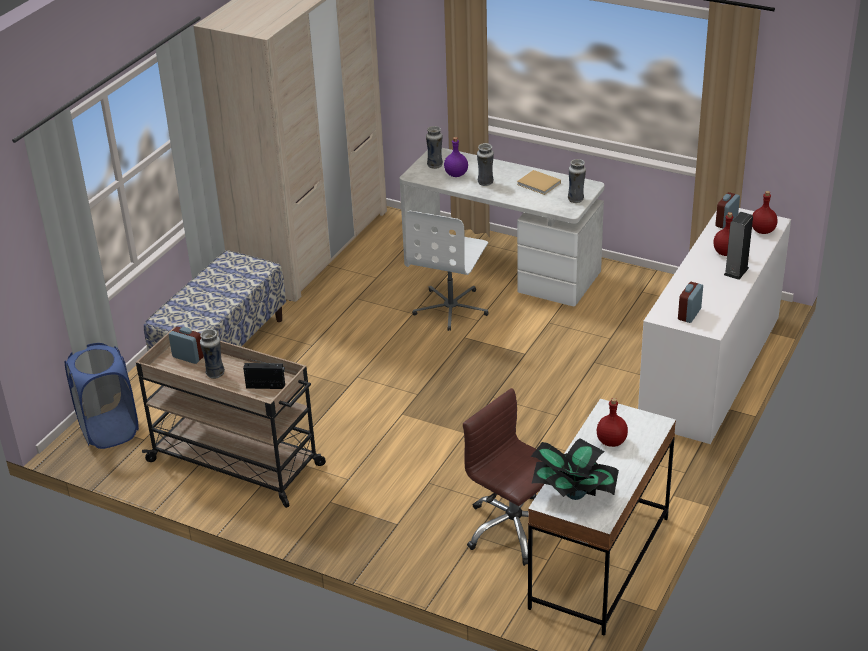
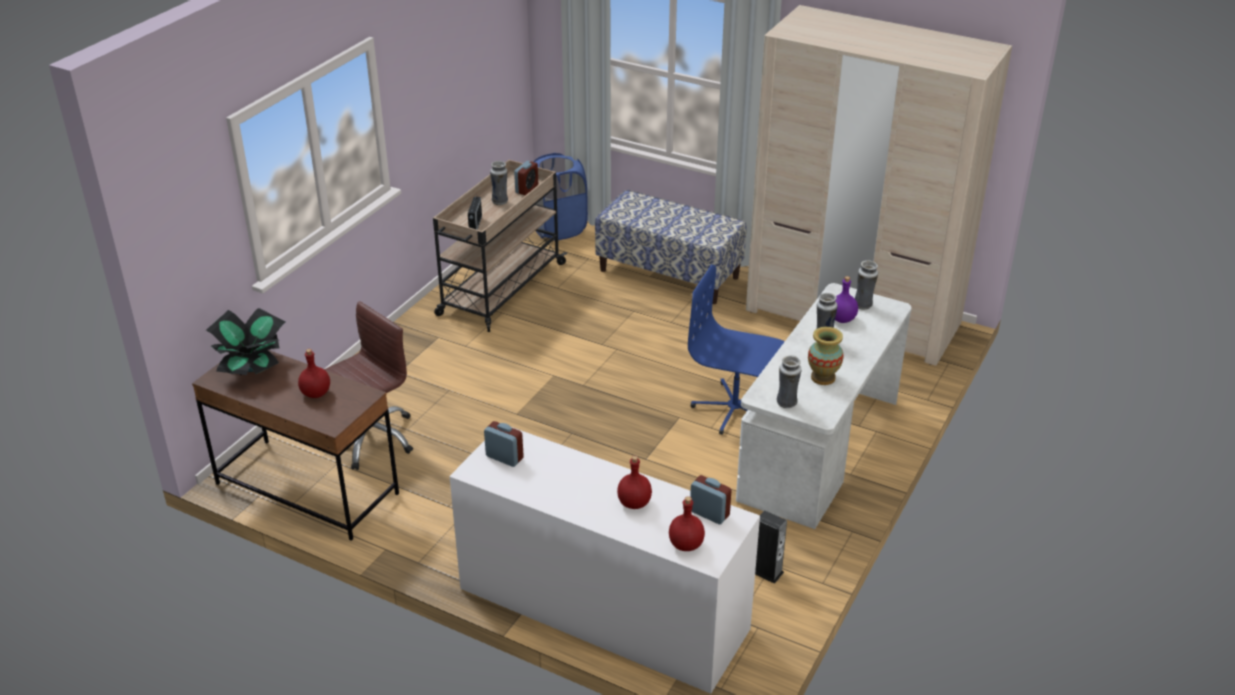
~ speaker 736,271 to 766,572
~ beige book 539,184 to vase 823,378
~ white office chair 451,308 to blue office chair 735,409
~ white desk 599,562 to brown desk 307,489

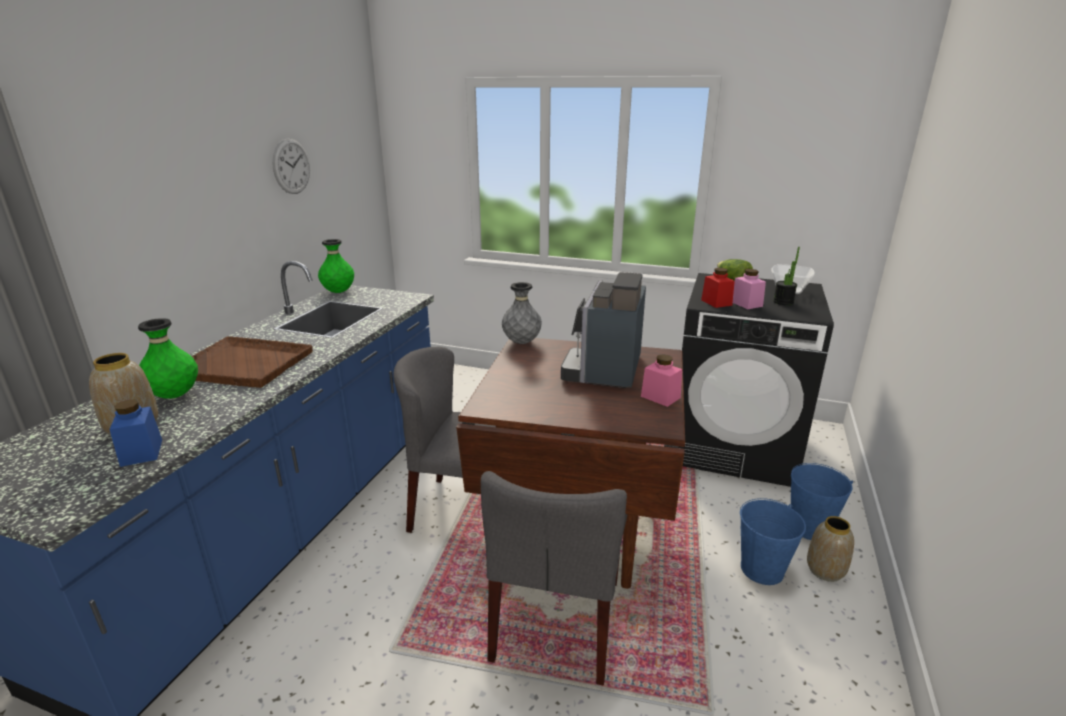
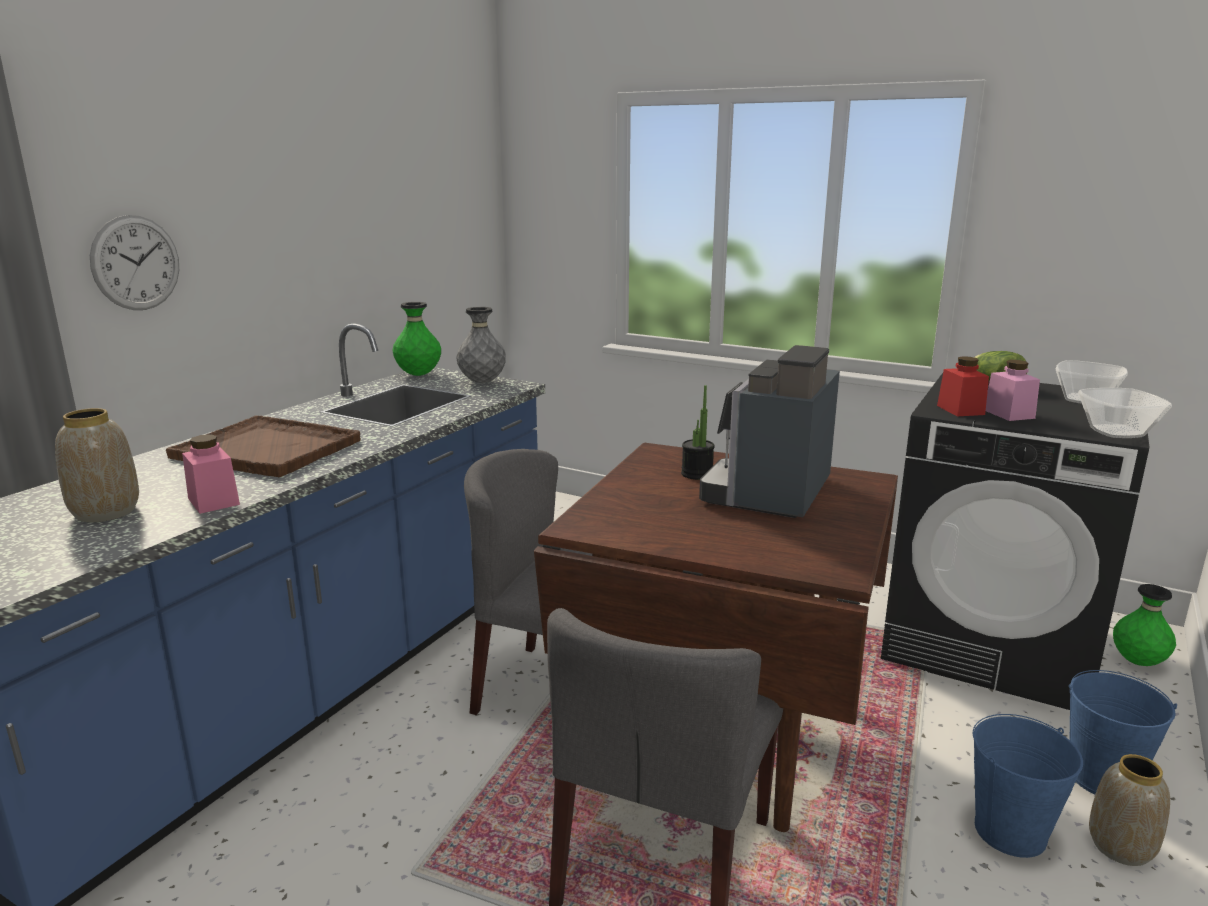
- blue jar 141,452
+ bowl 1117,431
~ green vase 174,396 to 1138,662
~ wall clock 291,166 to 136,263
~ grey vase 521,342 to 482,382
~ pink jar 660,397 to 213,501
~ potted plant 783,302 to 697,474

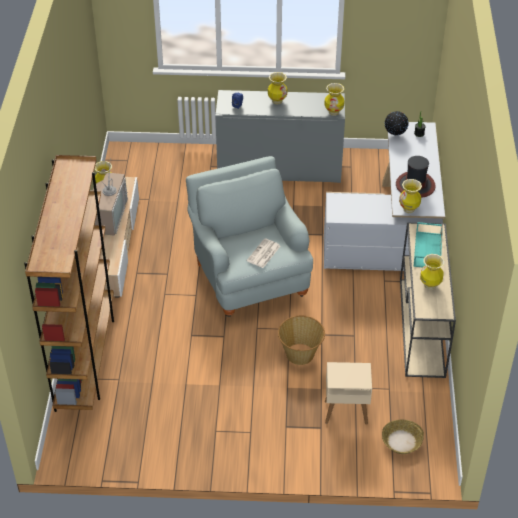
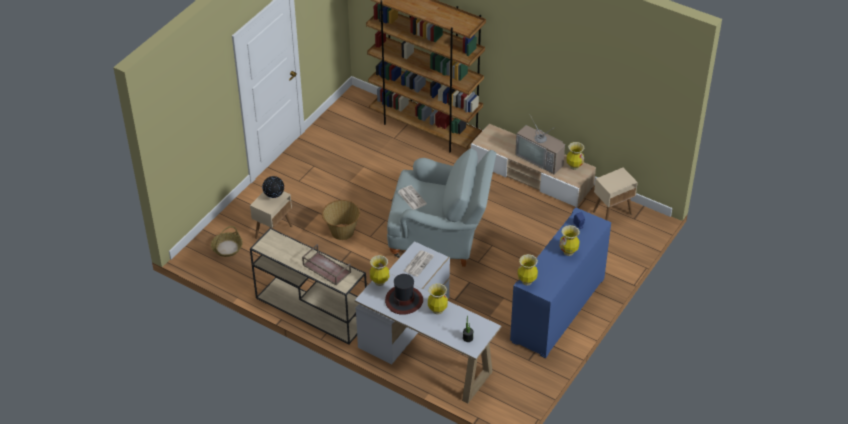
+ newspaper 418,263
+ beige side table 612,212
~ globe 395,135 to 274,197
~ vase 430,285 to 437,310
~ grey cabinet 279,169 to blue cabinet 558,309
~ turquoise tray 428,250 to brown tray 326,268

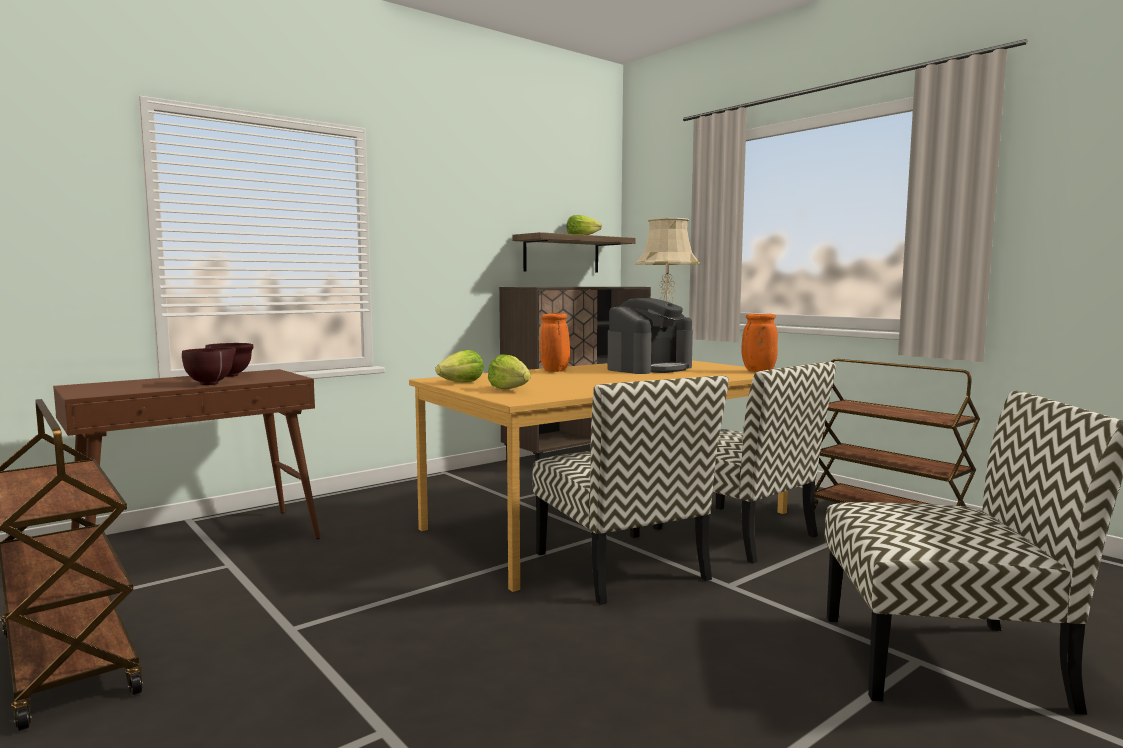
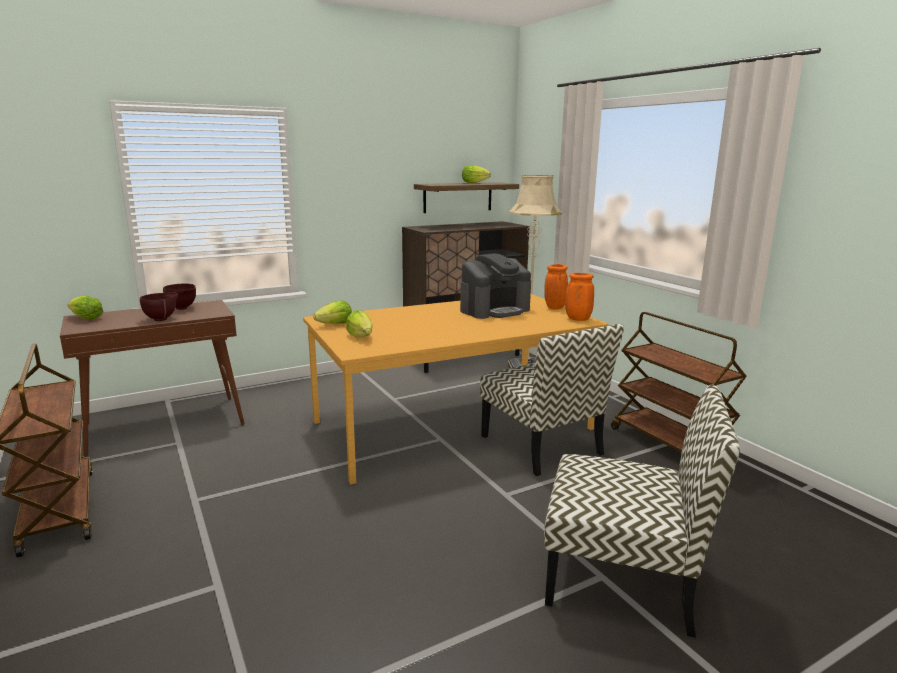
- chair 622,567
+ lettuce 86,319
~ orange vase 555,371 to 555,308

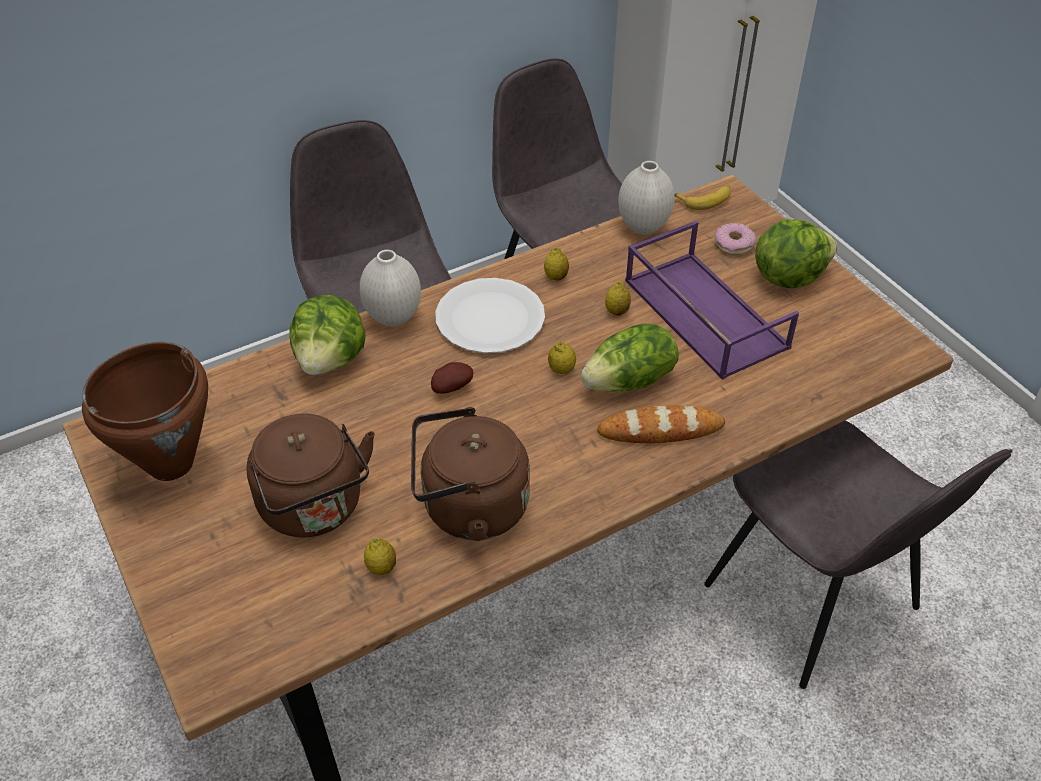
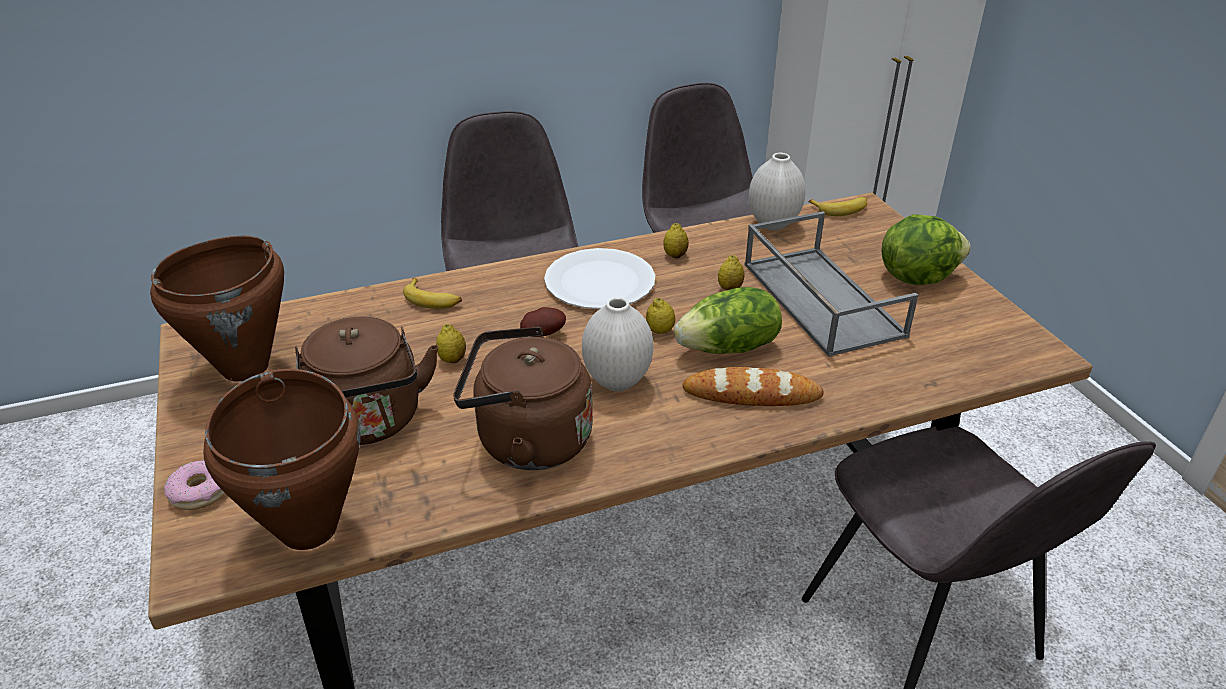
+ brown cooking pot 310,527
~ white vase 392,318 to 616,381
~ lemon 381,567 to 452,359
~ donut 734,244 to 200,492
~ lettuce 331,360 to banana 433,299
~ purple tray 702,313 to grey tray 819,298

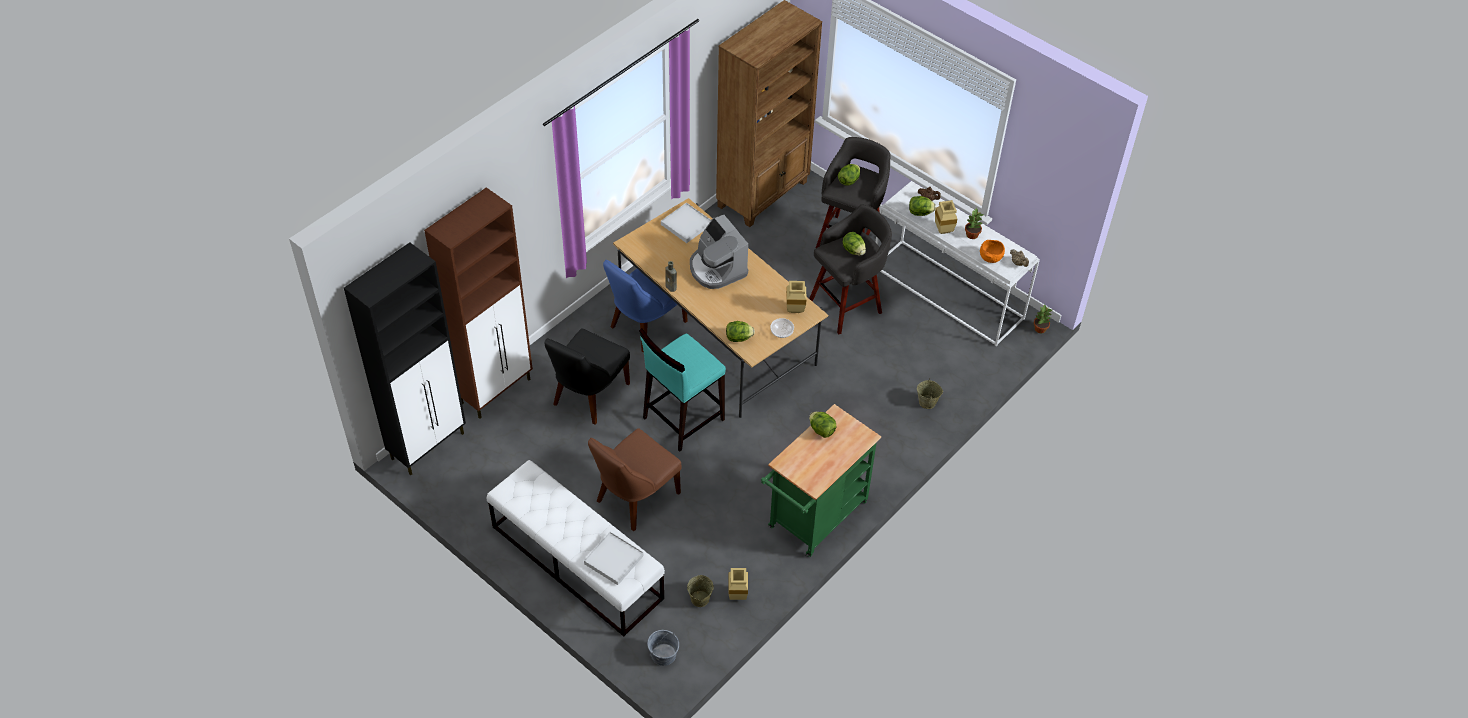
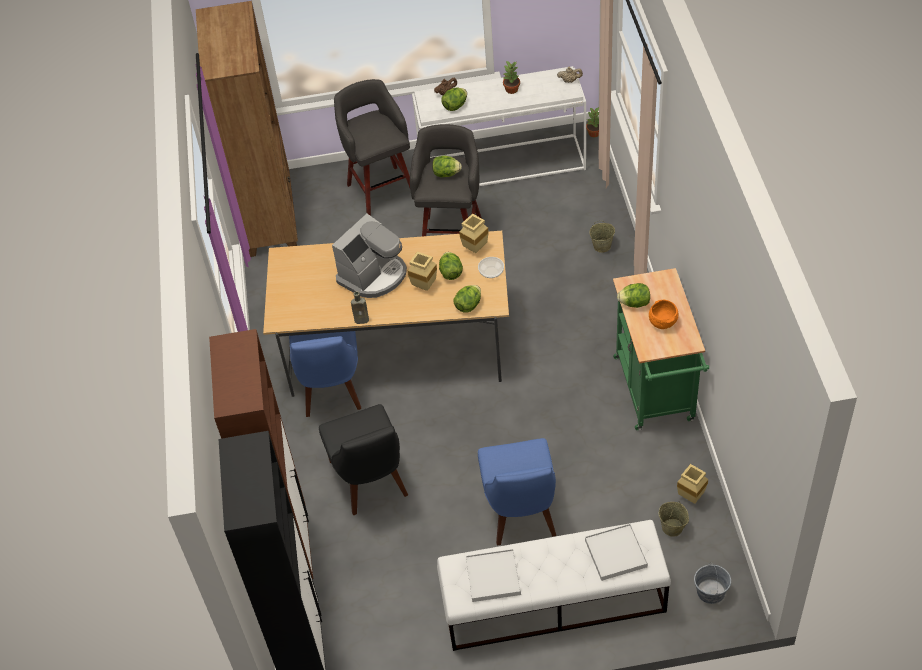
- turquoise stool 682,419
~ white tray 686,224 to 493,577
~ lettuce 848,181 to 451,273
~ beige vase 944,231 to 426,286
~ orange bowl 990,258 to 662,322
~ brown chair 635,499 to blue chair 520,513
~ coffee machine 716,269 = 373,275 60 degrees counterclockwise

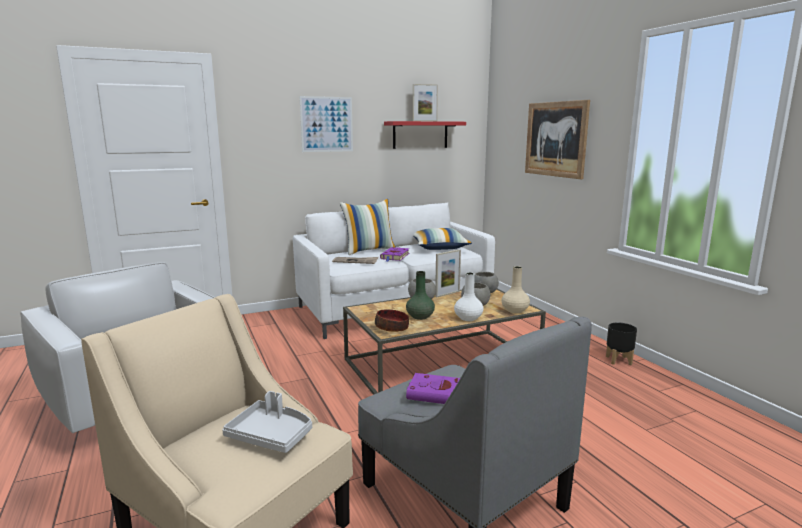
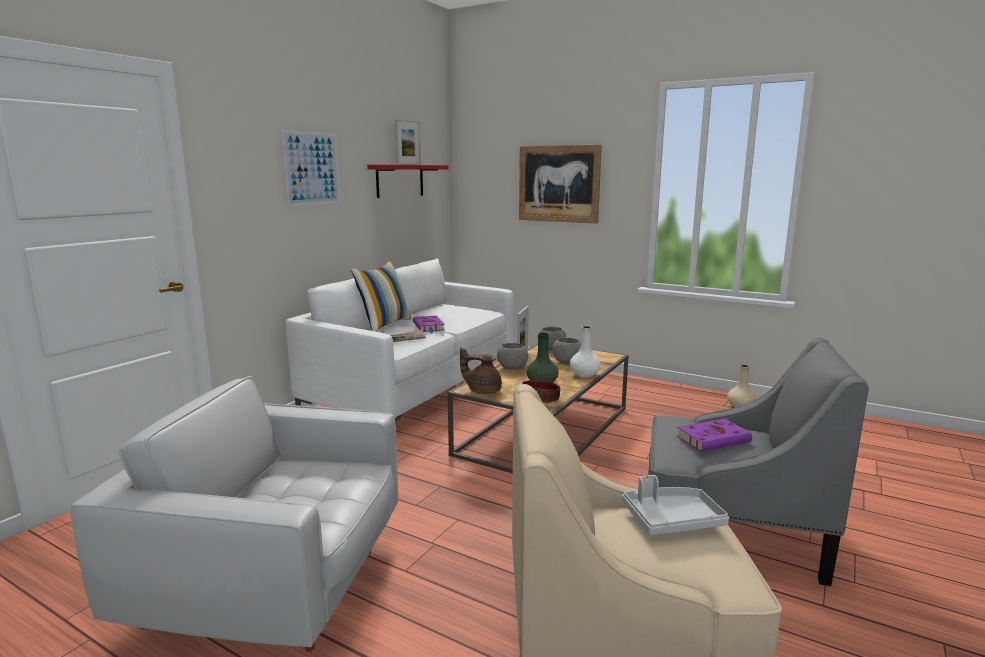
- pillow 439,248
- black planter 619,360
+ brown teapot 483,391
~ beige vase 514,310 to 740,406

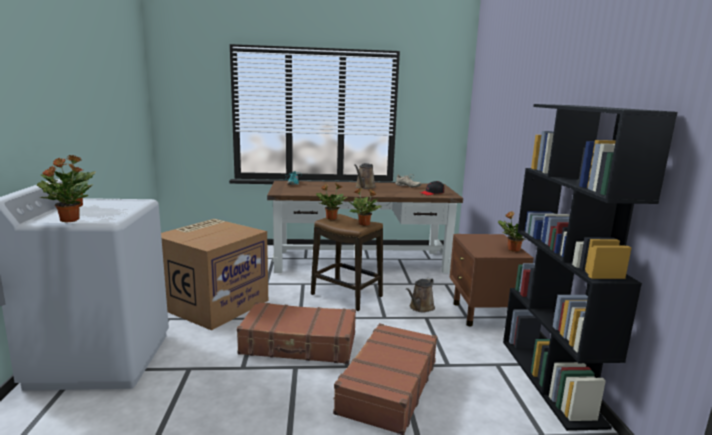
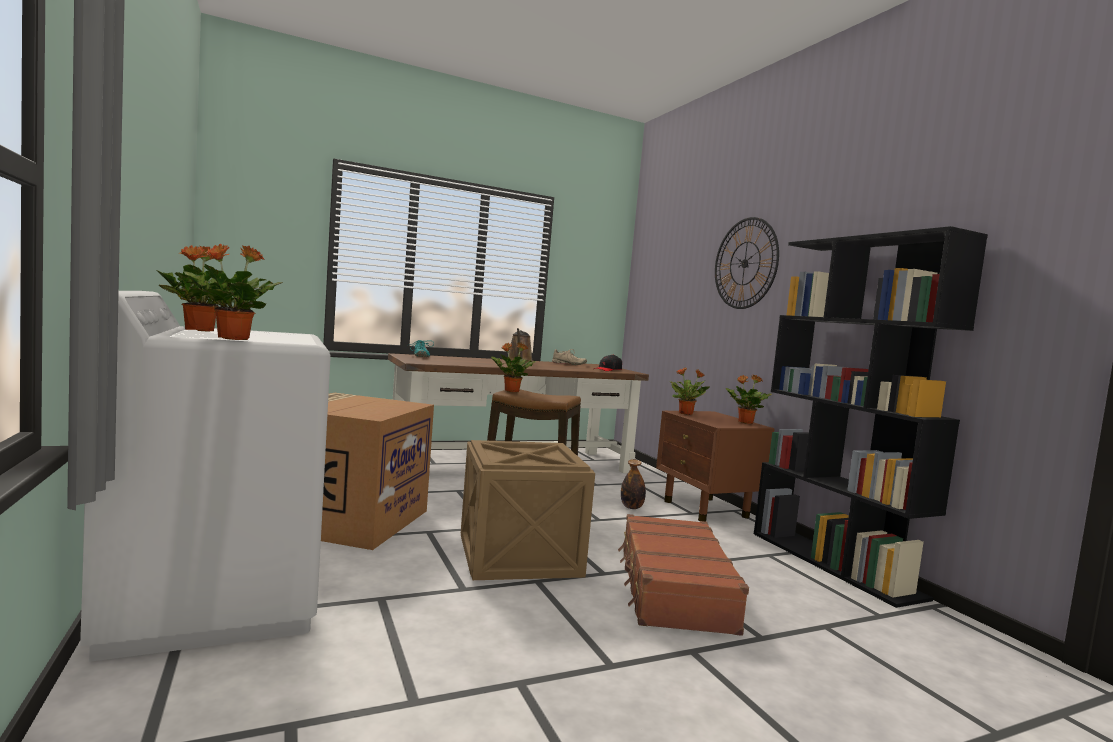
+ wall clock 745,263
~ potted plant 364,224 to 686,413
~ brown suitcase 299,344 to crate 518,556
~ brown watering can 420,308 to bottle 631,507

